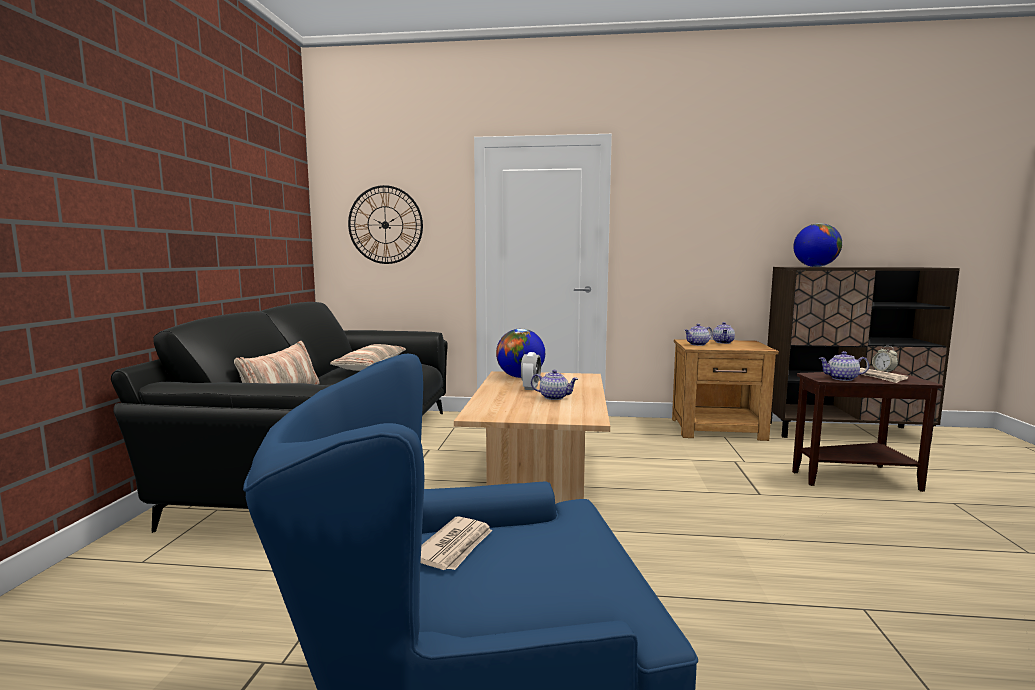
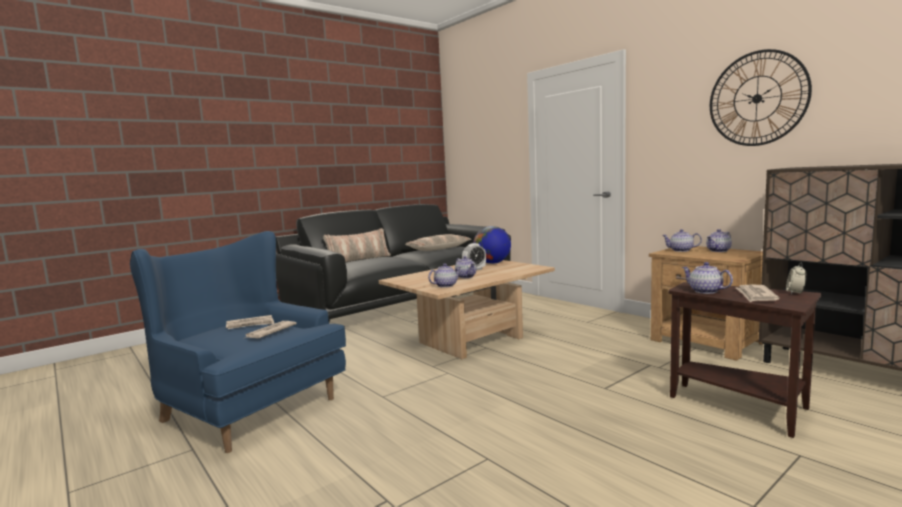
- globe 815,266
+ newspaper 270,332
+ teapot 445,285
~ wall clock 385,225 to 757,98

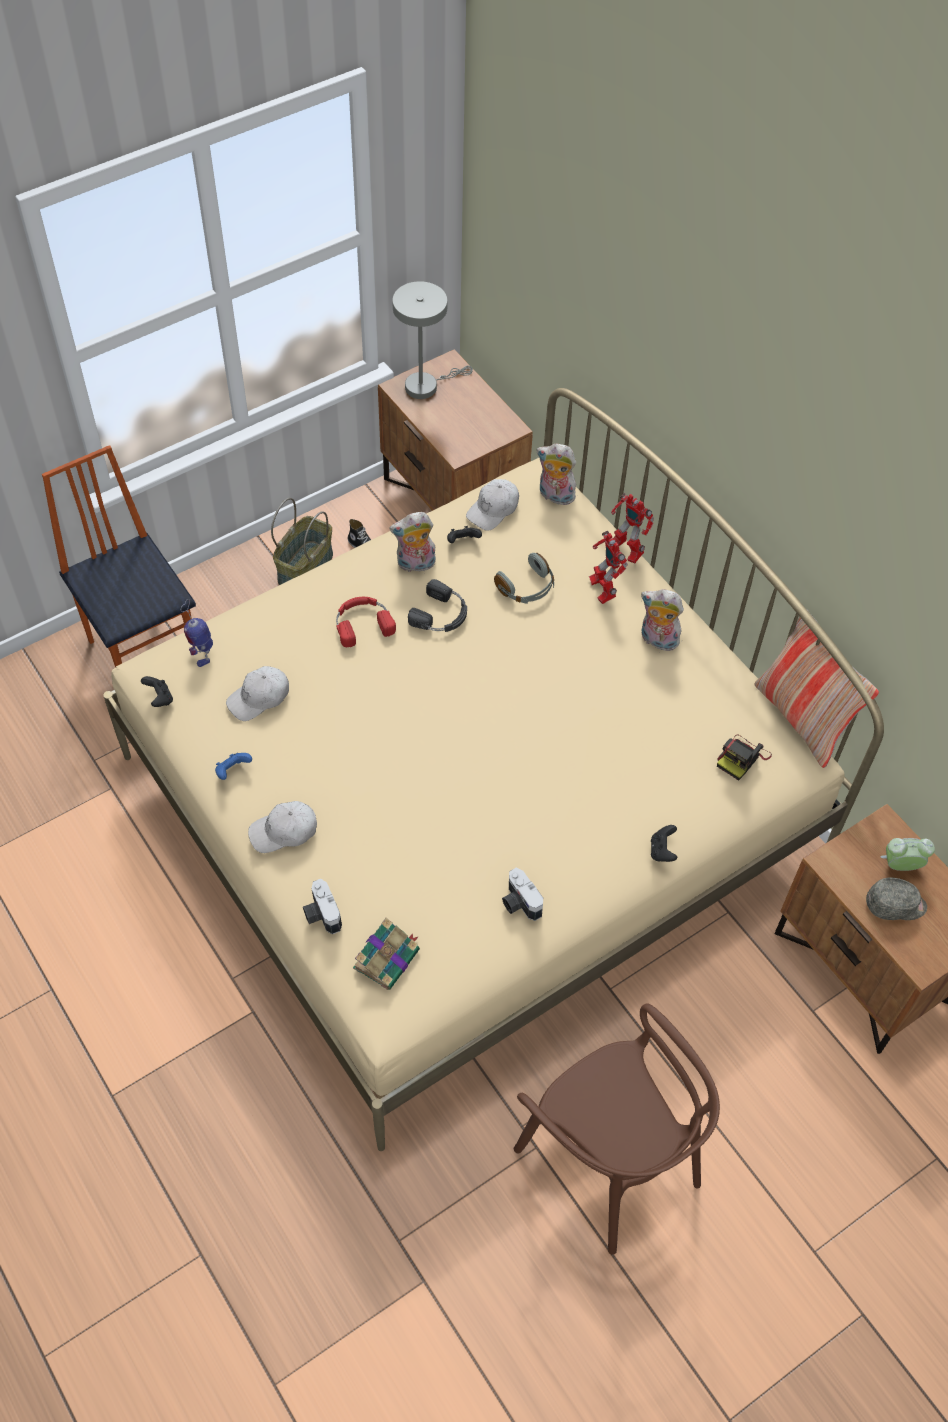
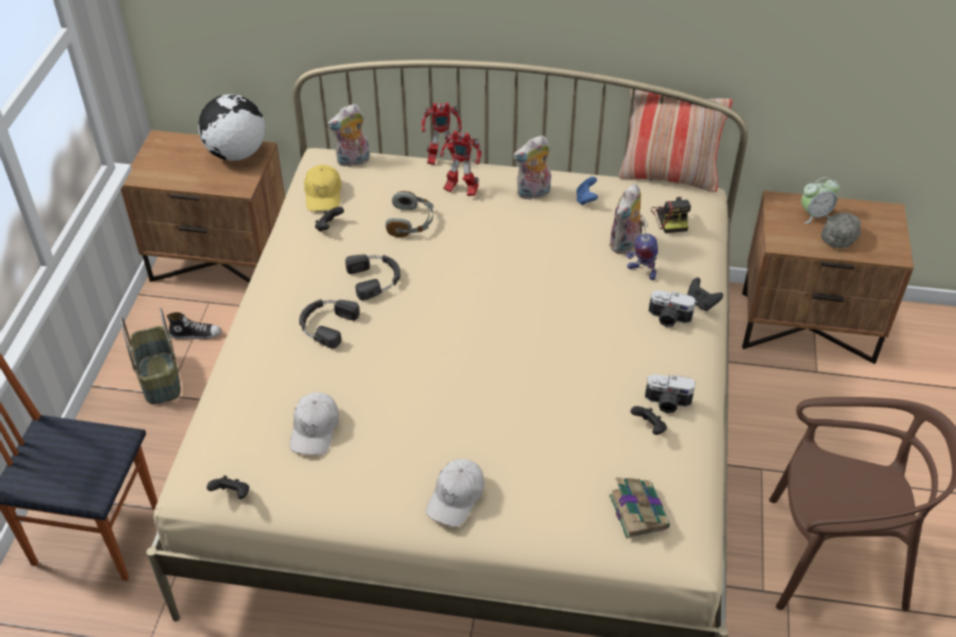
- grey table lamp 426,385
+ globe 236,154
+ black game controller 649,428
~ toy robot 202,652 to 641,271
~ blue game controller 233,771 to 586,199
~ photo camera 320,914 to 668,318
~ plush toy 415,565 to 625,245
~ red headphones 362,623 to black headphones 326,325
~ white cap 493,509 to yellow cap 323,195
~ alarm clock 900,865 = 815,215 150 degrees counterclockwise

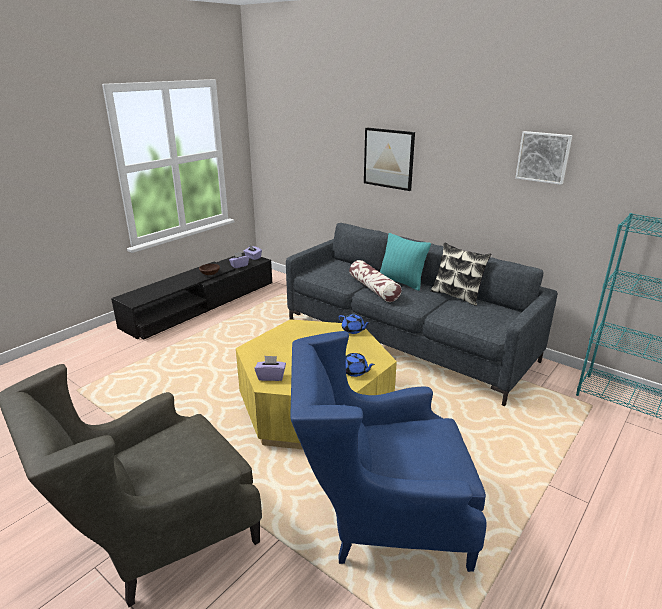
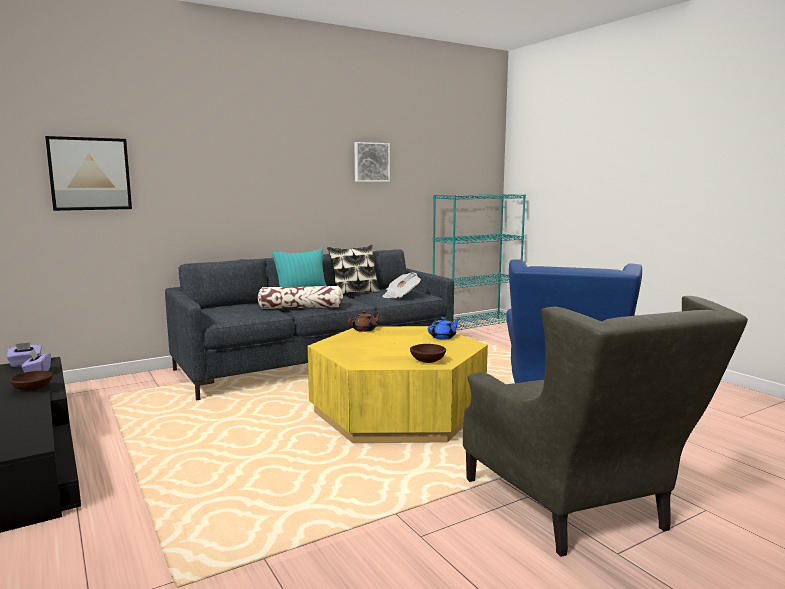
+ newspaper 400,296
~ picture 388,158 to 90,174
~ purple tissue box 271,376 to brown bowl 428,361
~ blue teapot 353,330 to brown teapot 365,329

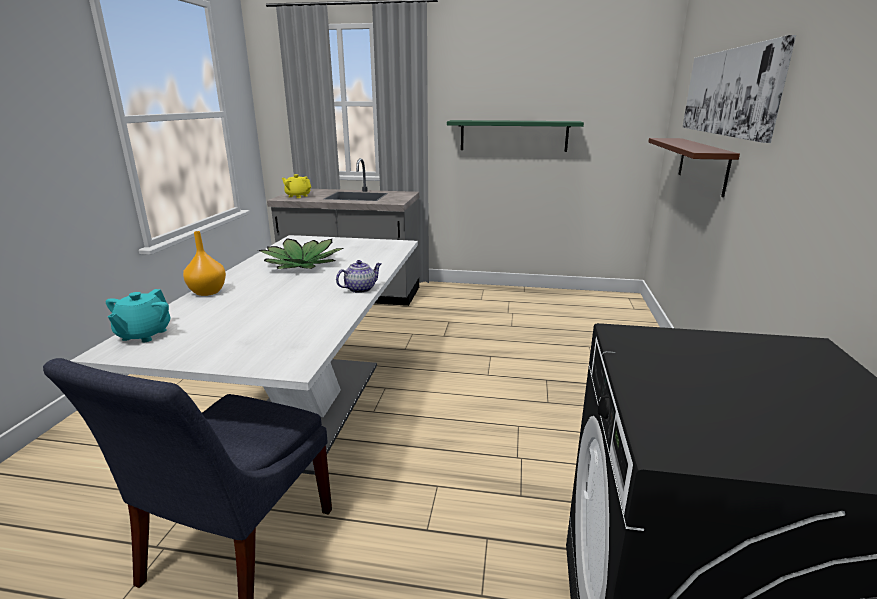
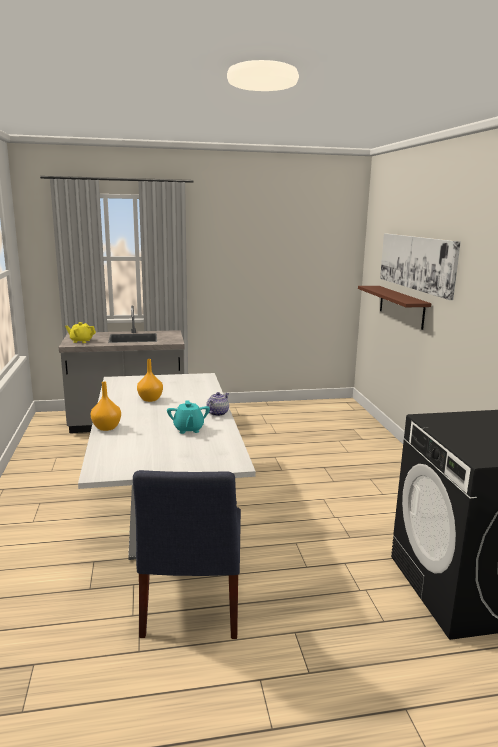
- green shelf 513,135
~ turquoise teapot 144,335 to 188,429
~ potted plant 302,264 to orange vase 150,399

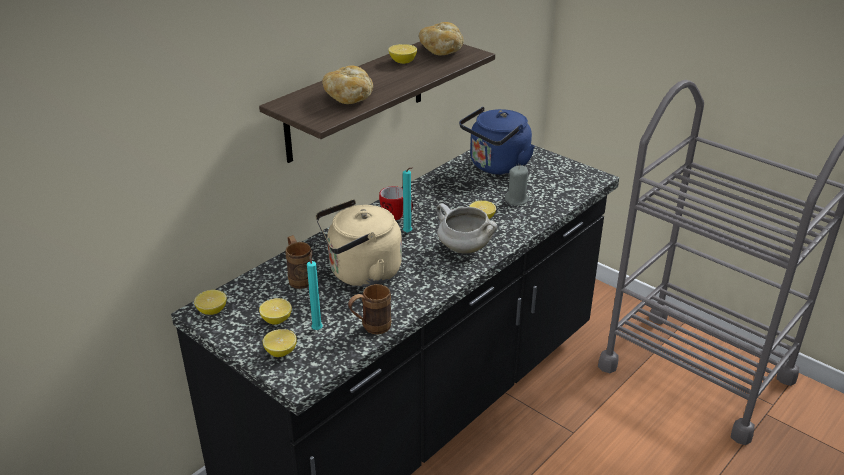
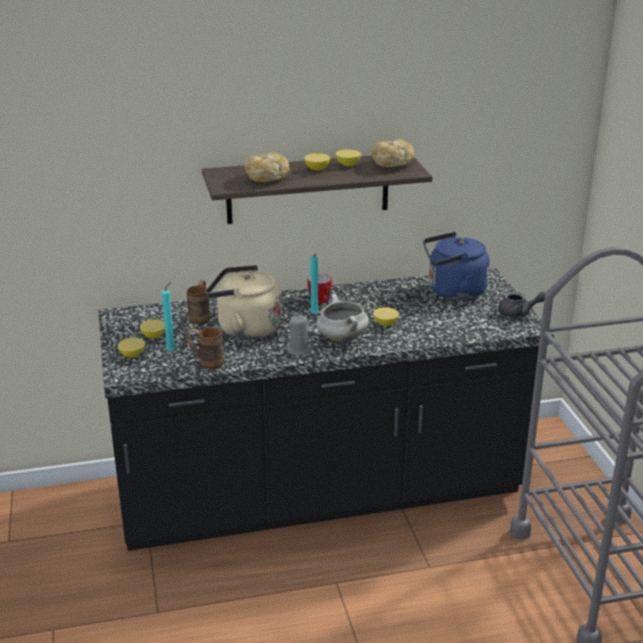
+ grey teapot 519,313
~ lemon 212,311 to 317,169
~ grey candle 517,200 to 299,350

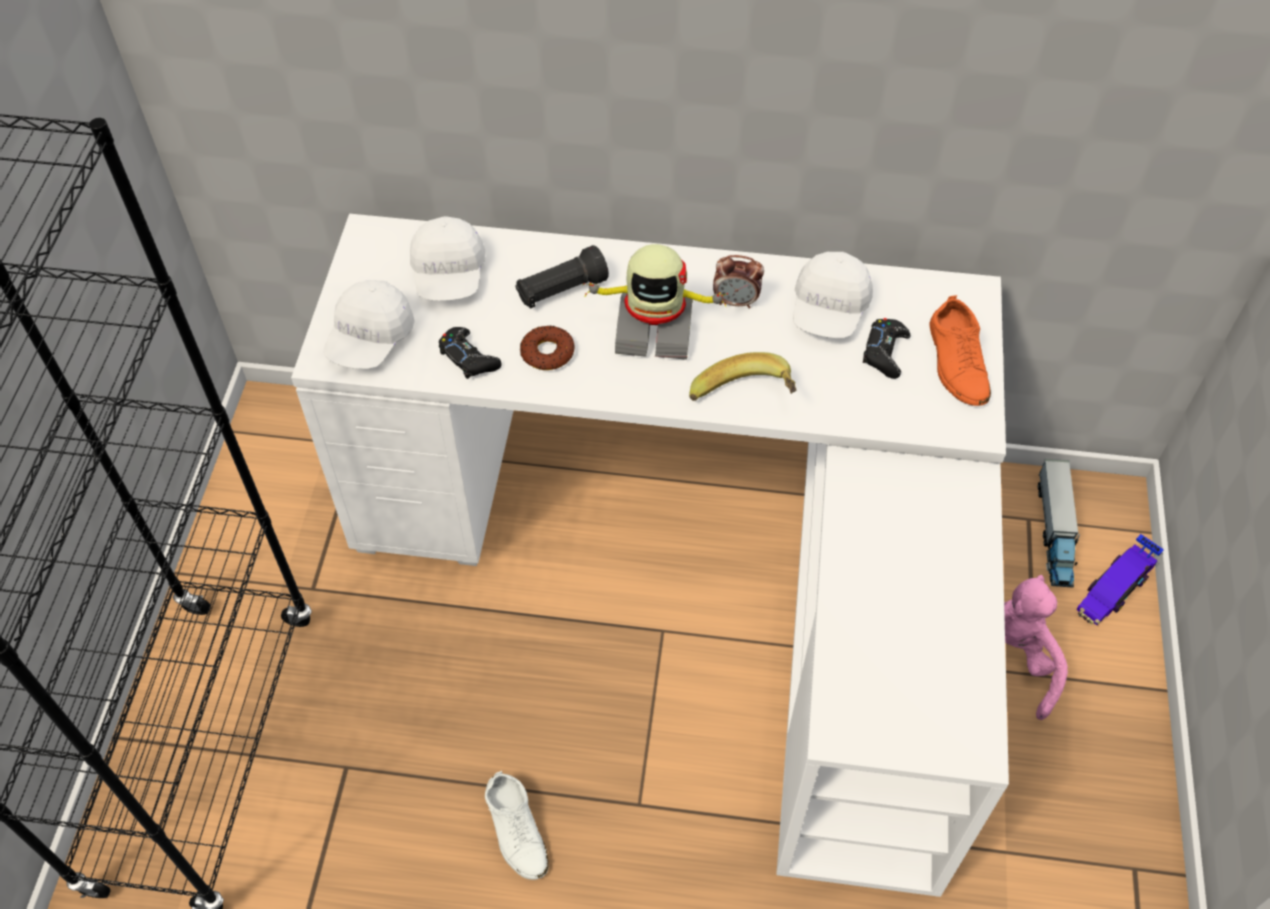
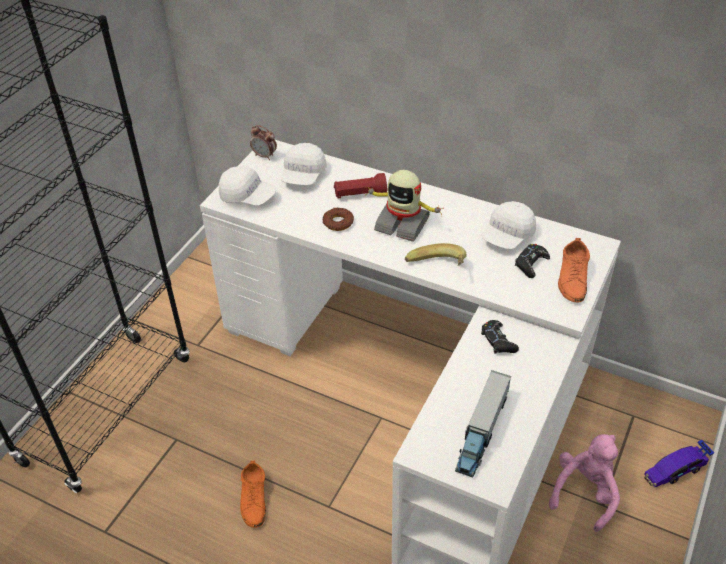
~ black game controller 469,358 to 498,341
~ alarm clock 736,301 to 264,156
~ toy truck 1054,532 to 481,432
~ white shoe 516,829 to orange shoe 254,498
~ black flashlight 561,290 to red flashlight 360,194
~ white cap 370,339 = 248,196 105 degrees counterclockwise

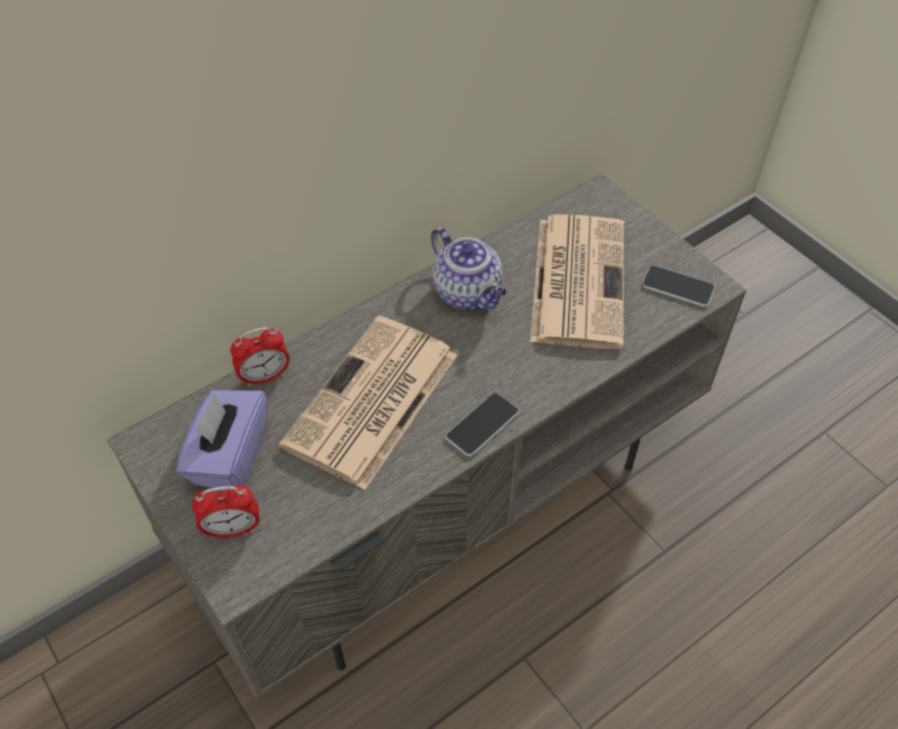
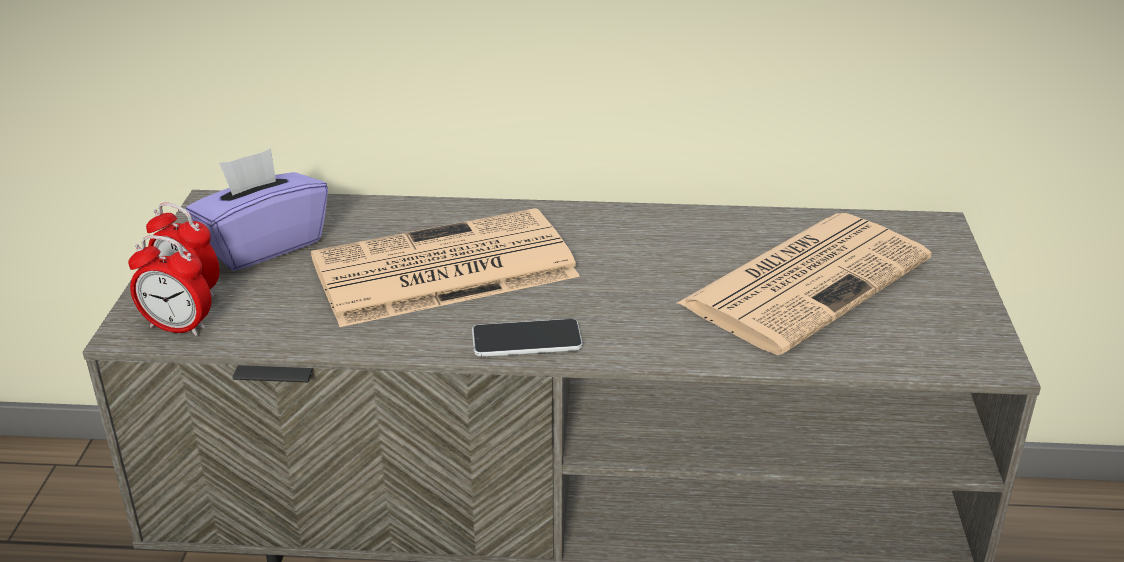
- teapot 468,293
- phone 678,287
~ alarm clock 265,376 to 178,327

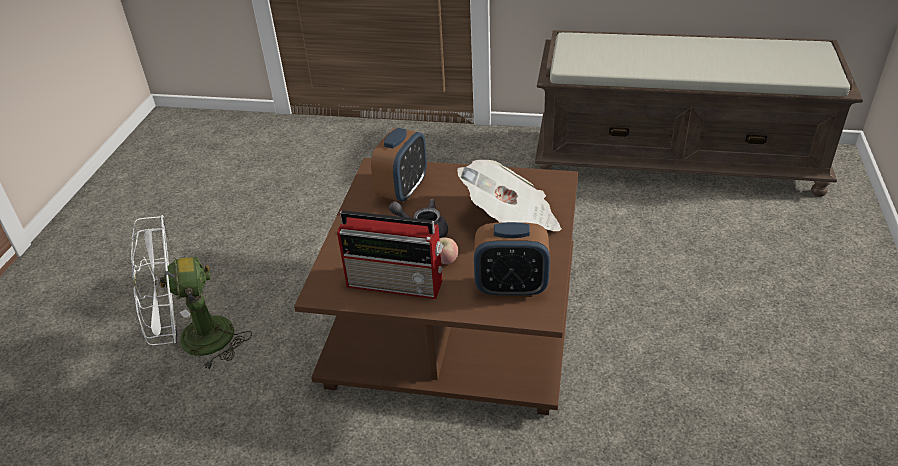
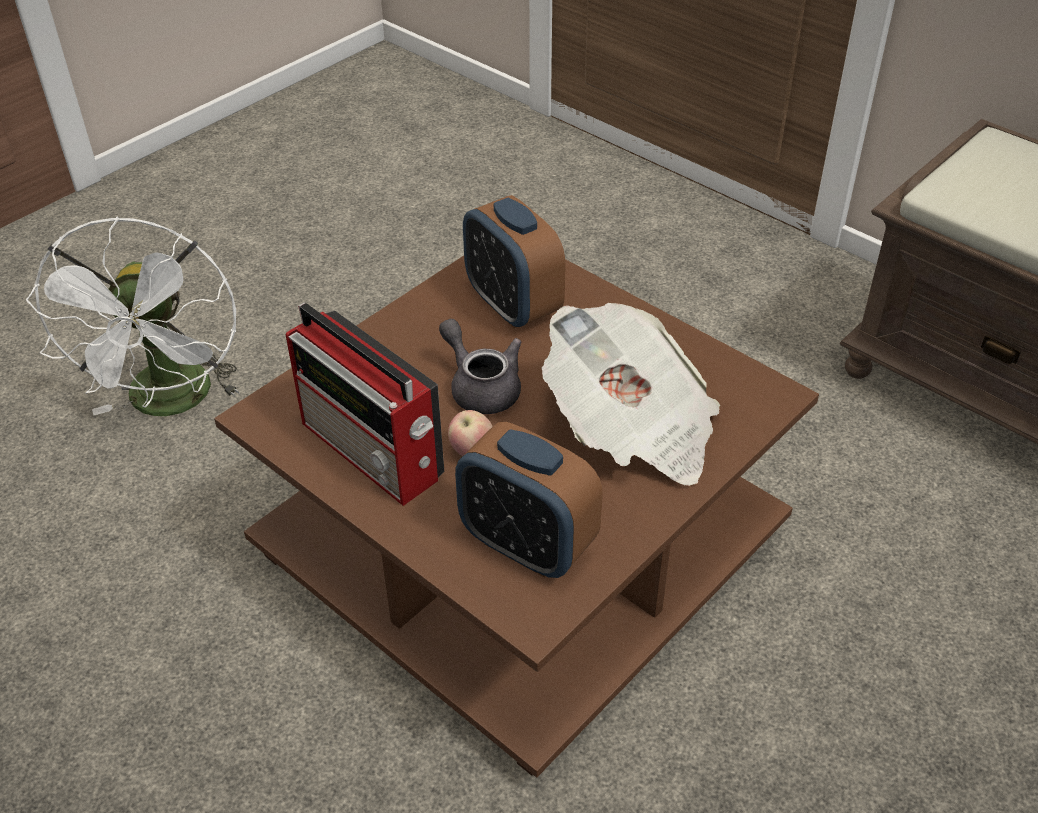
~ white fan 194,342 = 171,403 105 degrees counterclockwise
~ alarm clock 402,190 = 513,305 90 degrees clockwise

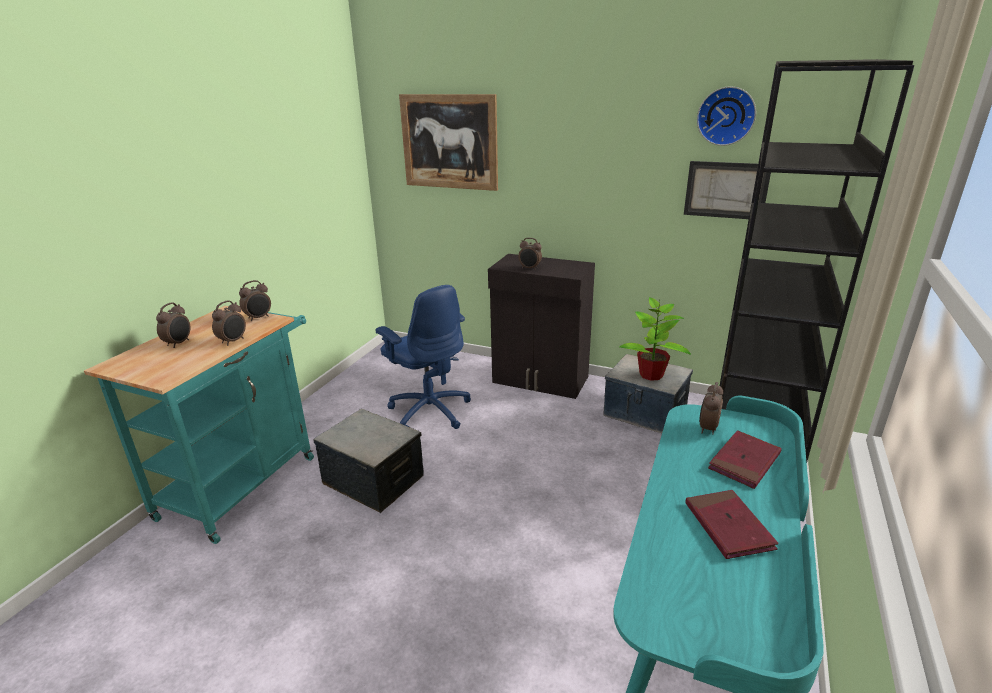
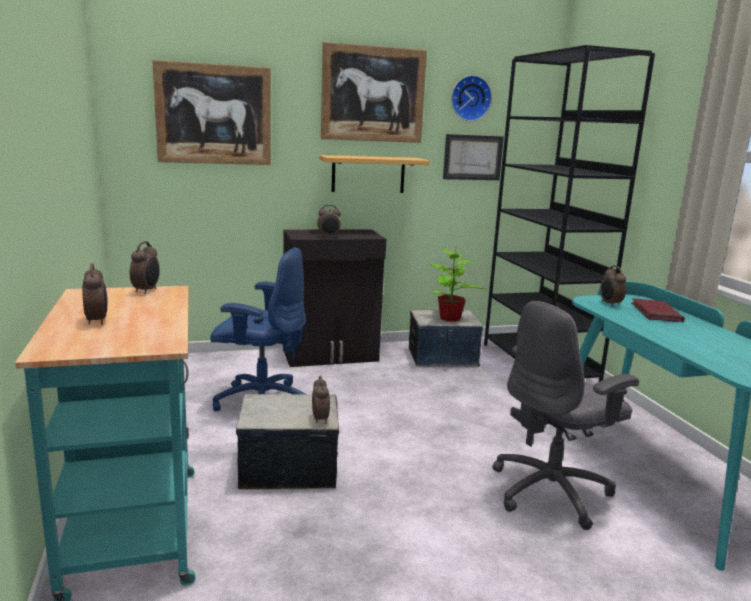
- red book 728,526
+ shelf 368,174
+ picture 373,94
+ grey office chair 552,492
~ alarm clock 233,341 to 321,419

